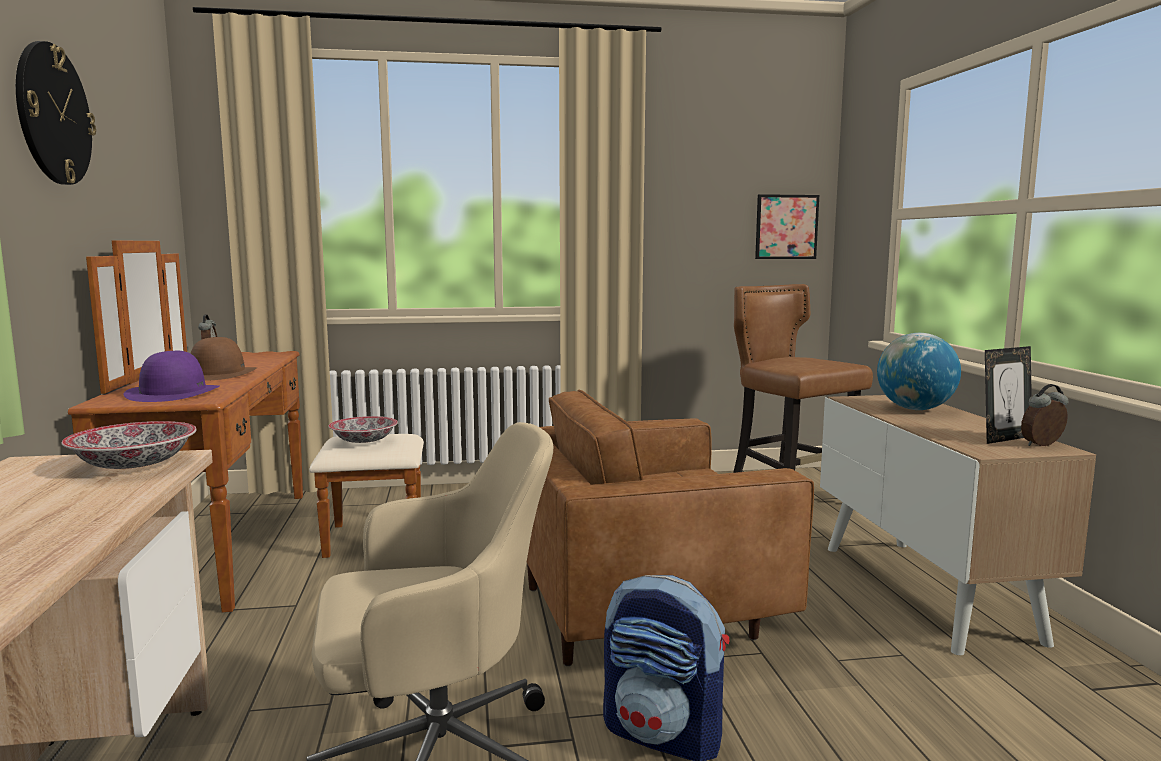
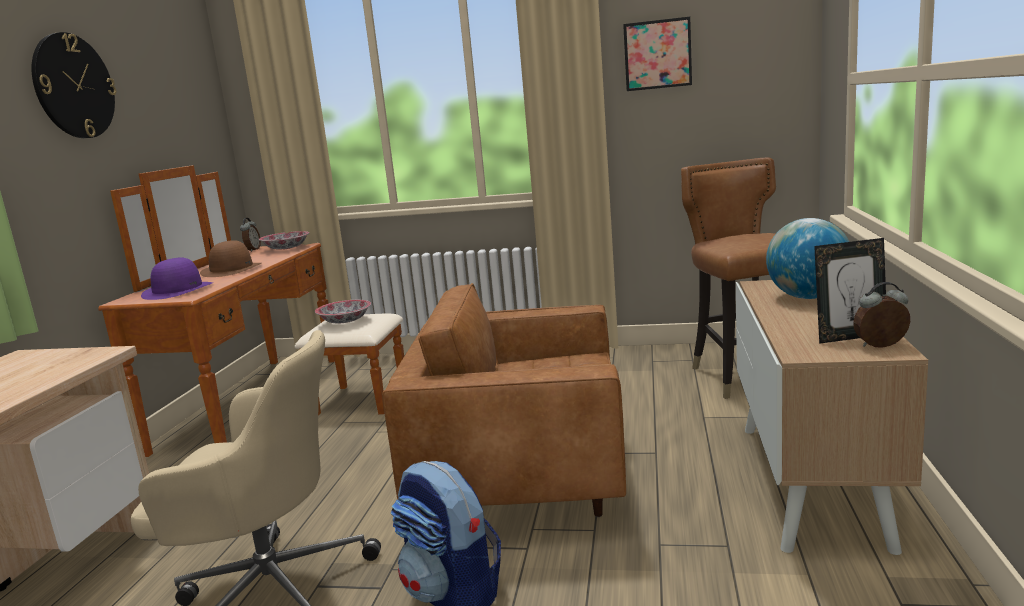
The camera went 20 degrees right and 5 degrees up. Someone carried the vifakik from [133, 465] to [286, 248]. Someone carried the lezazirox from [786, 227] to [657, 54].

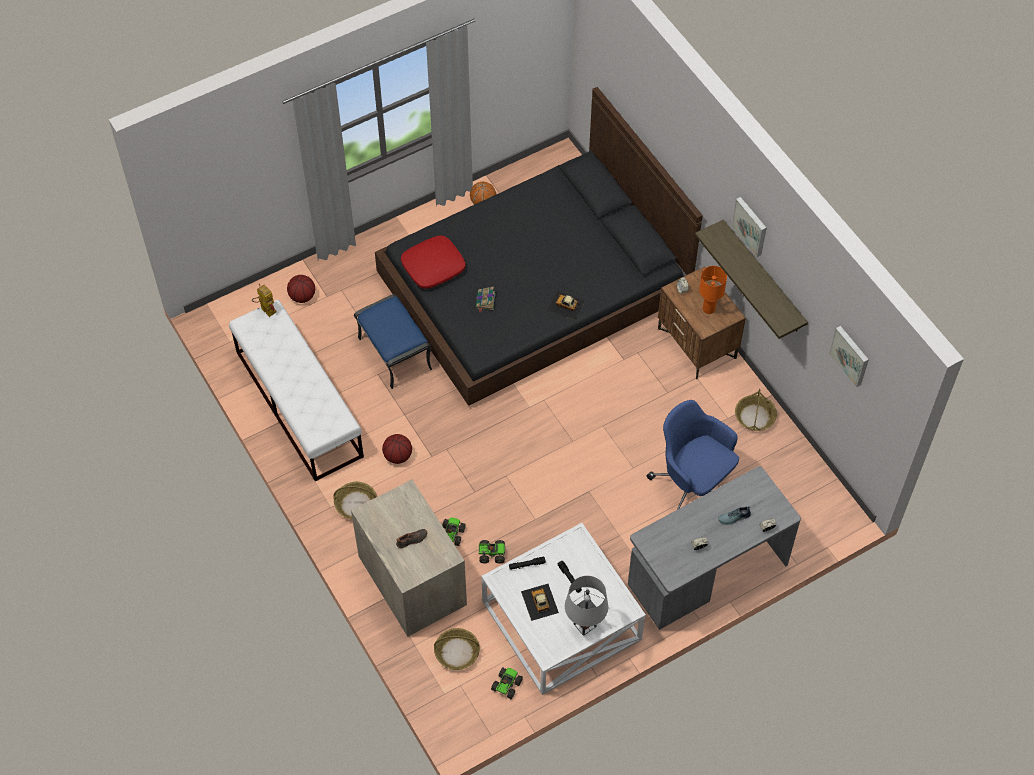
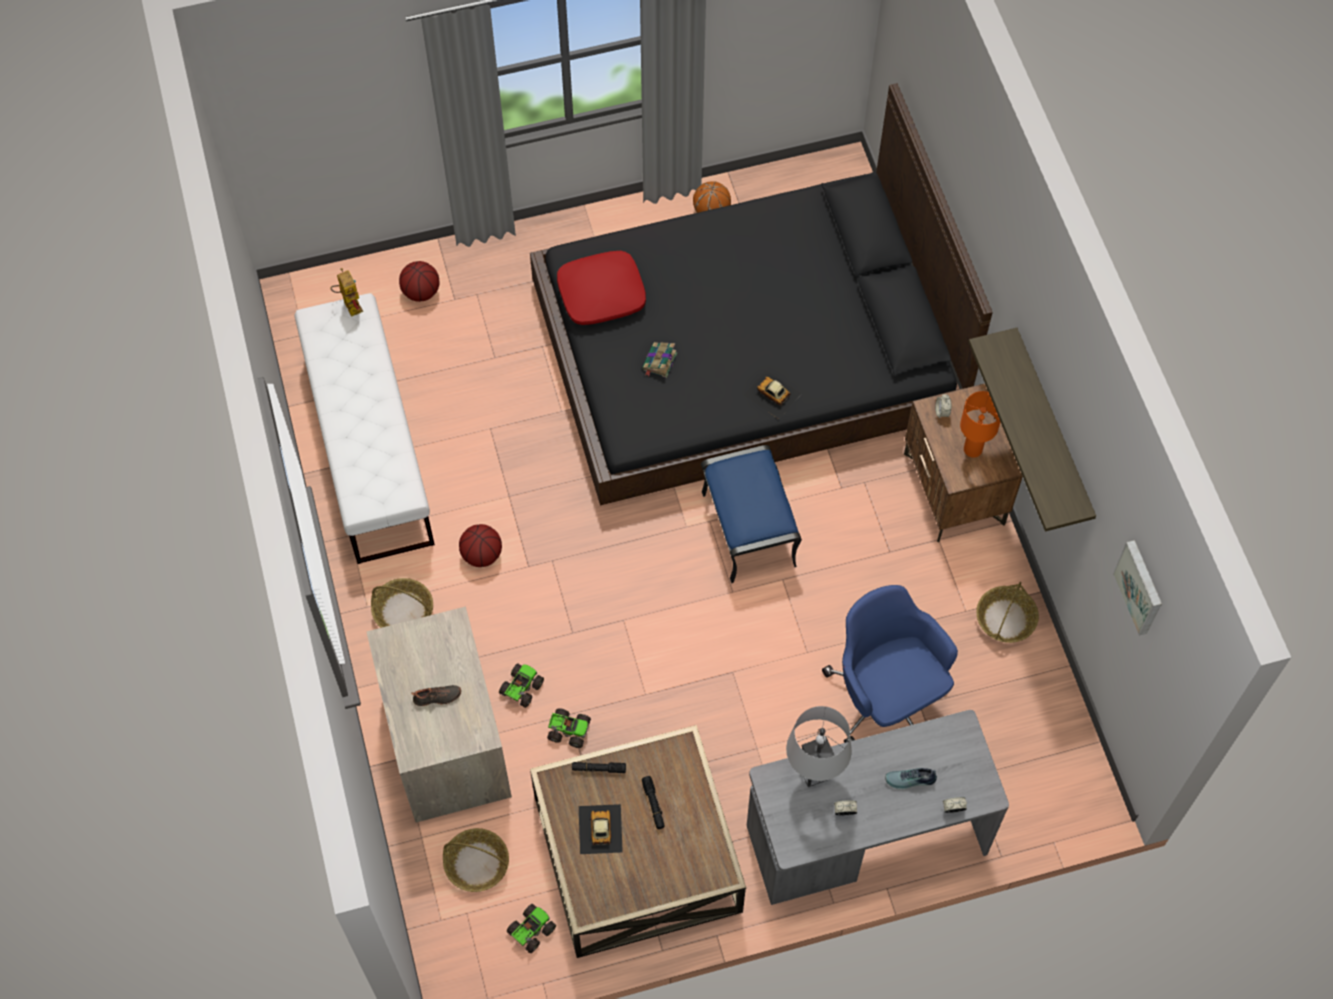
The camera went 15 degrees right and 5 degrees up. Someone took away the lezazirox at [751, 226]. Someone carried the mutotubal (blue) from [395, 353] to [750, 529]. Someone carried the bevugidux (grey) from [585, 625] to [814, 772]. Someone repainted the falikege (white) at [562, 621], which became the falikege (brown) at [637, 855].

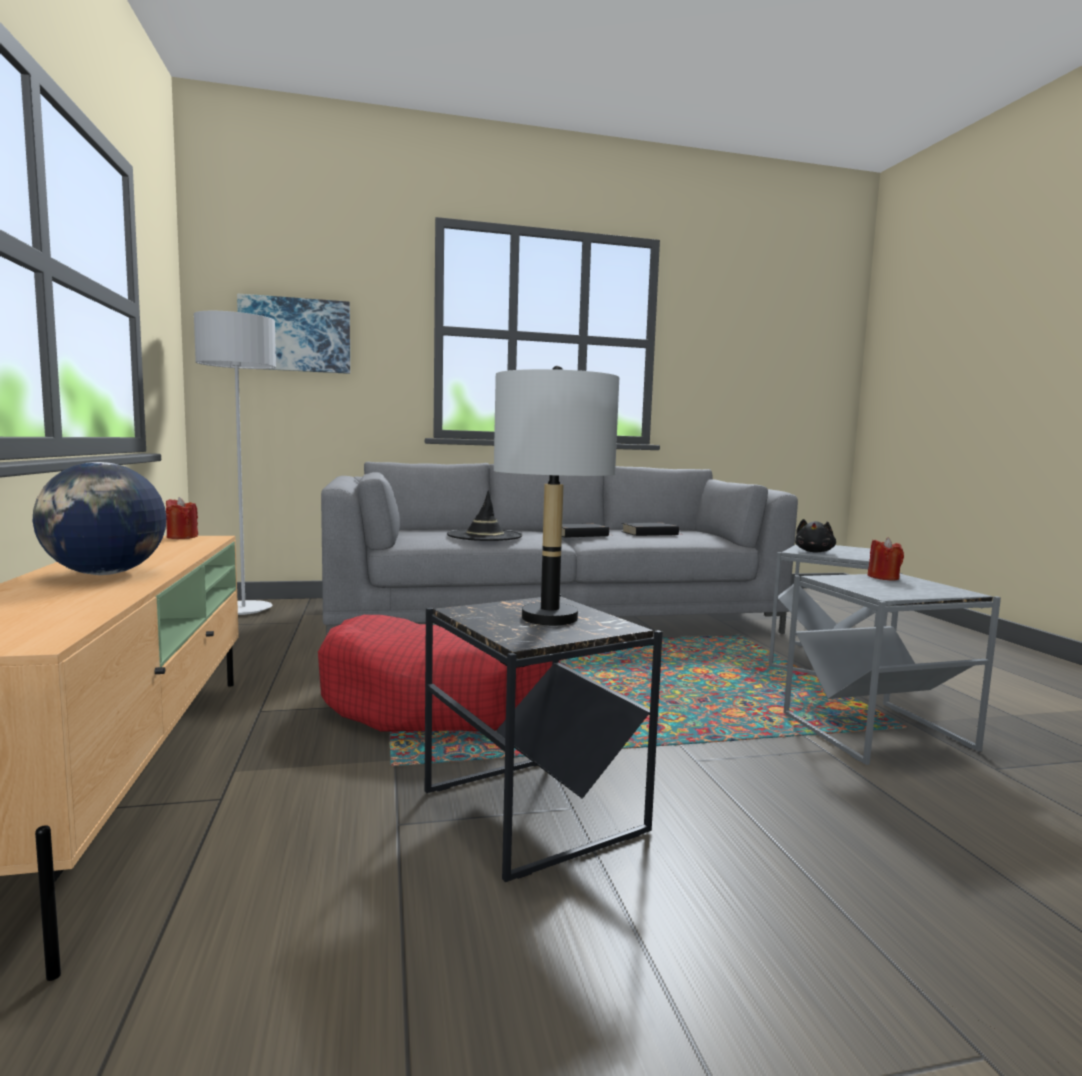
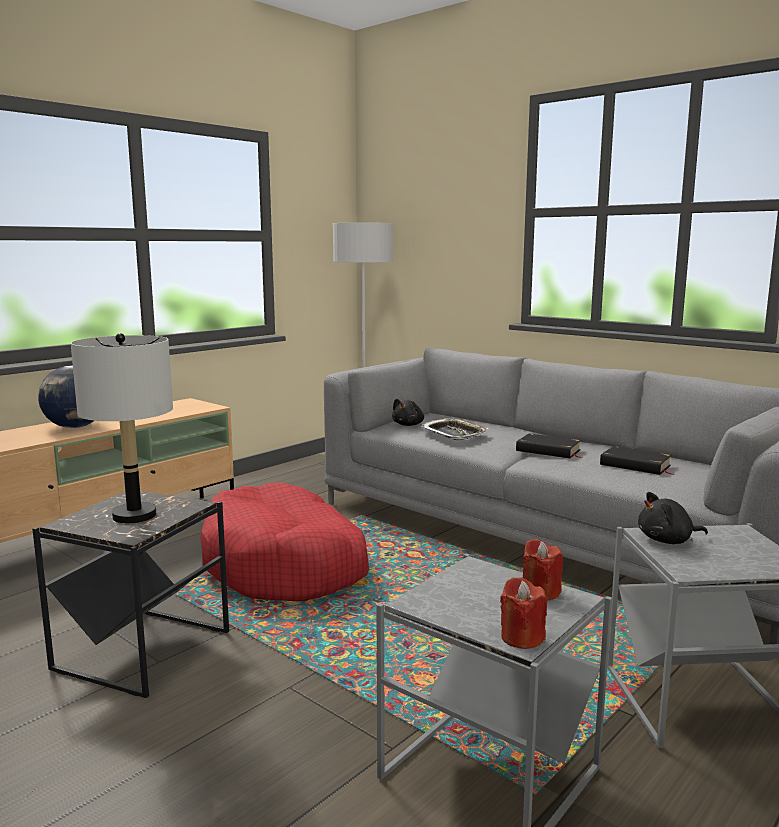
The camera went 55 degrees right and 5 degrees up. Someone took away the lezazirox at [295, 335]. Someone put down the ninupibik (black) at [409, 425]. Someone carried the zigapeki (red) from [182, 537] to [522, 638]. Someone swapped the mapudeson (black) at [484, 536] for the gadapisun at [454, 434].

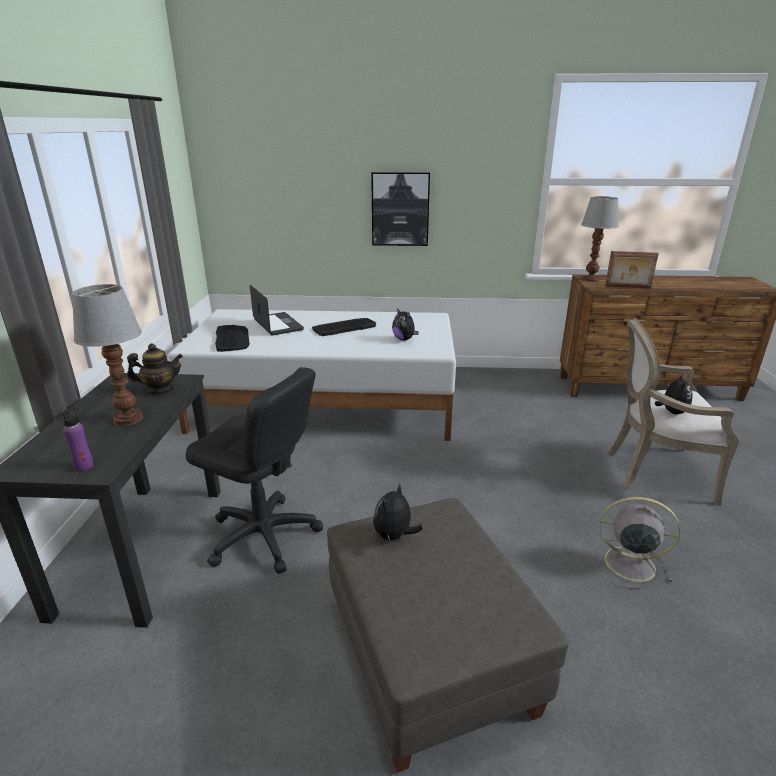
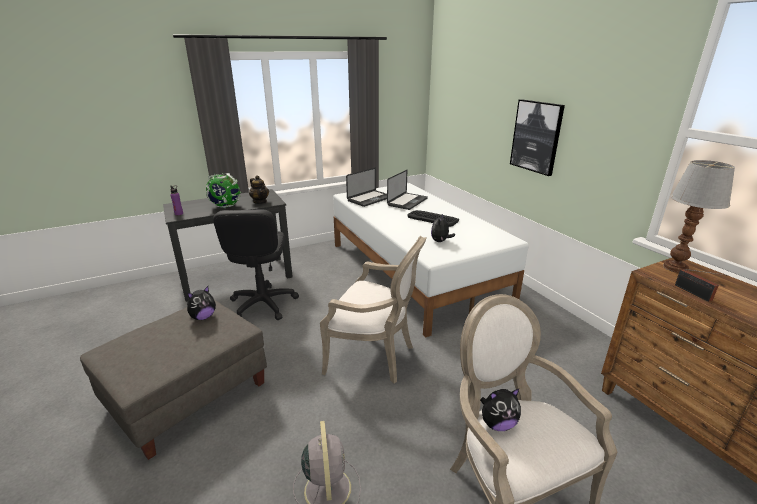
The camera went 60 degrees right and 0 degrees up. Someone put down the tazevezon at [375, 357]. Someone swapped the bevugidux at [129, 419] for the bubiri at [225, 206]. Someone swapped the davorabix at [232, 338] for the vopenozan at [370, 199]. Someone swapped the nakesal at [628, 287] for the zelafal at [694, 293]. Someone rotated the ninupibik at [394, 536] by 135 degrees clockwise.

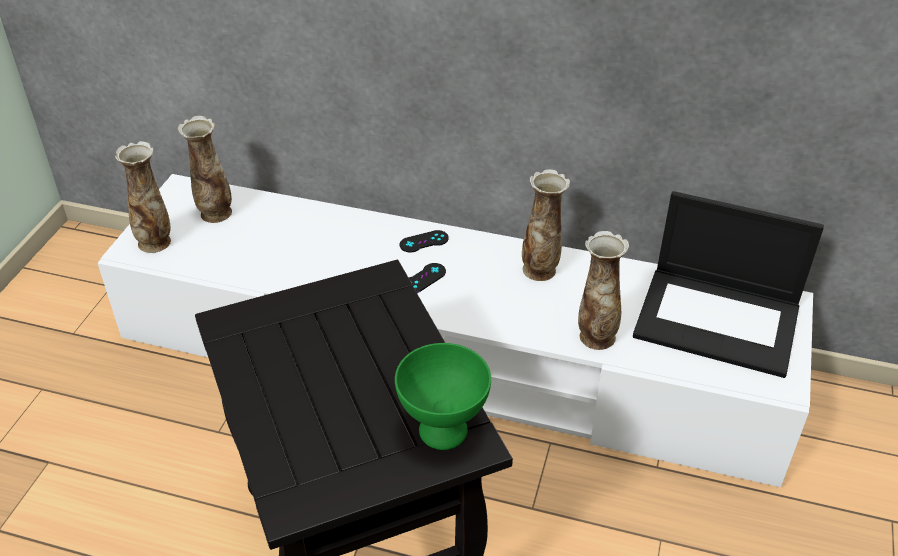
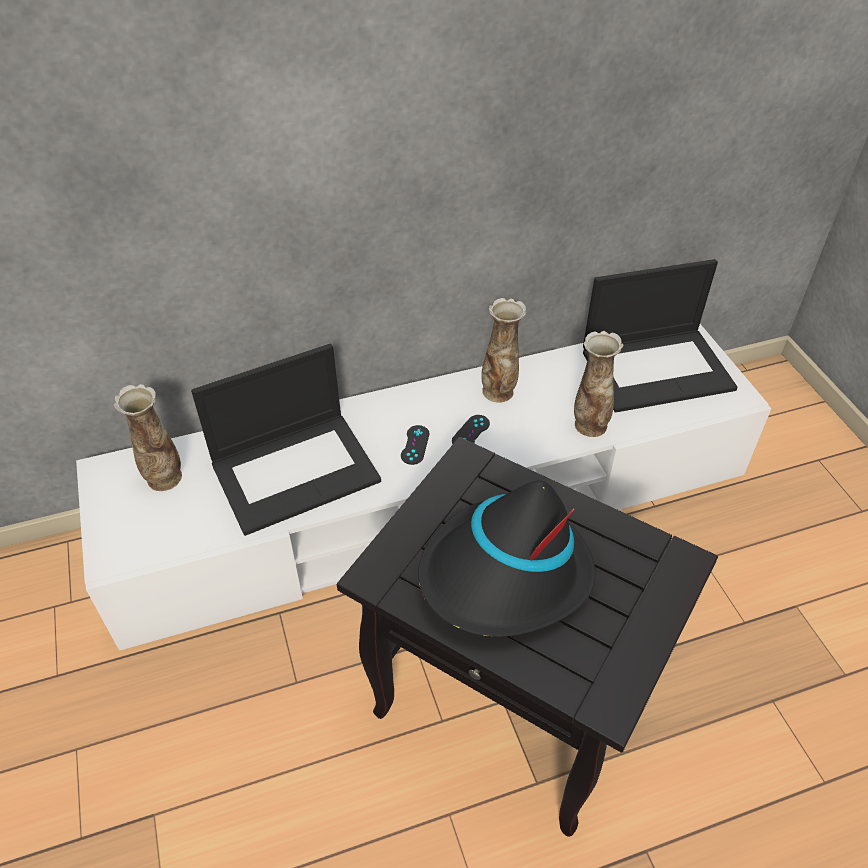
The camera went 35 degrees left and 5 degrees up. Someone took away the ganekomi at [155, 242]. Someone took away the vifakik (green) at [442, 432]. Someone put down the vopenozan at [296, 470]. Someone put down the mapudeson (black) at [505, 575]. Someone carried the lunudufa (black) from [424, 241] to [471, 432].

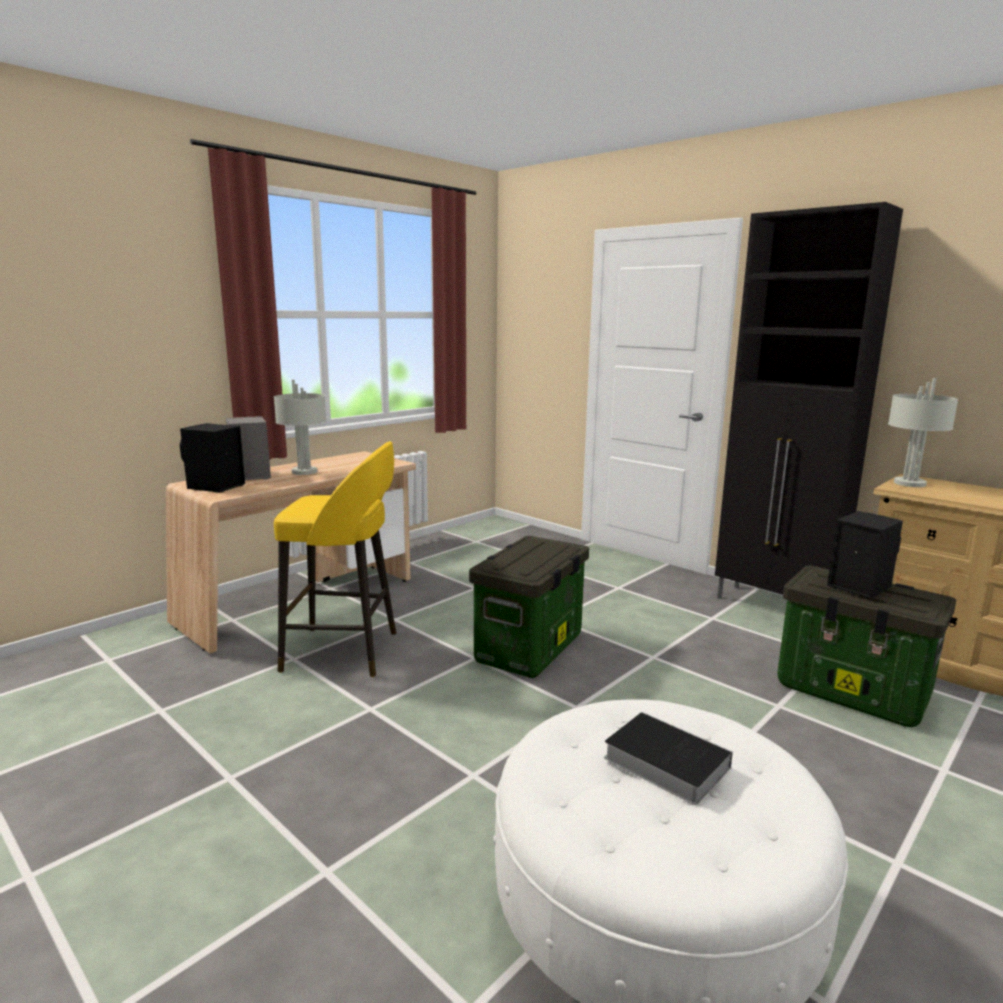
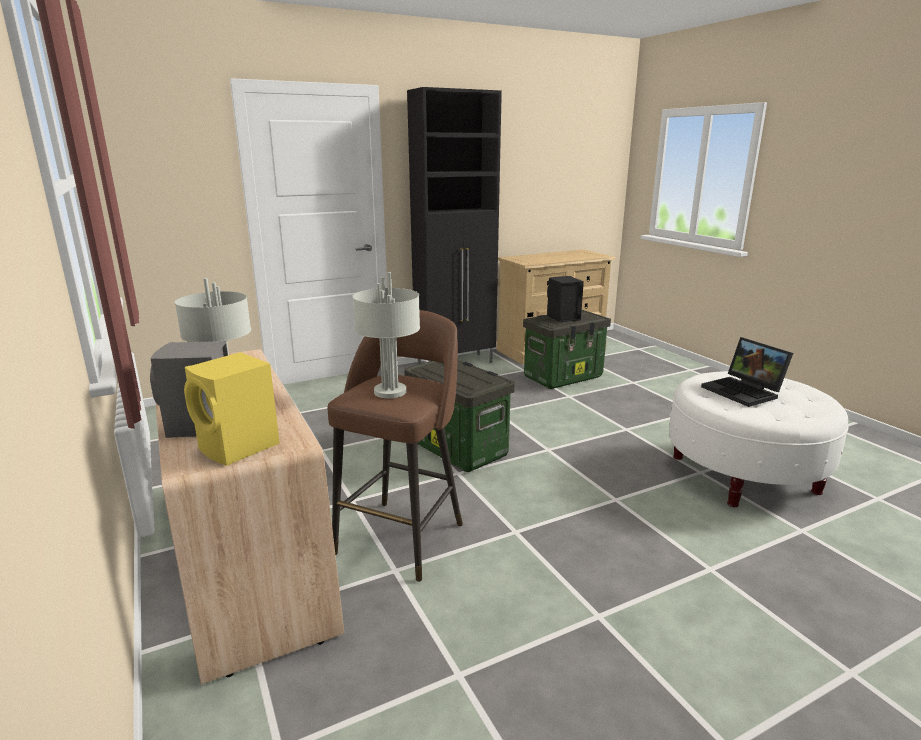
The camera went 70 degrees left and 5 degrees up. Someone carried the bevugidux (grey) from [909, 483] to [390, 392]. Someone swapped the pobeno at [662, 761] for the vopenozan at [744, 392]. Someone repainted the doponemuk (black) at [214, 487], which became the doponemuk (yellow) at [239, 448]. Someone repainted the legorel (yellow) at [344, 652], which became the legorel (brown) at [402, 536].

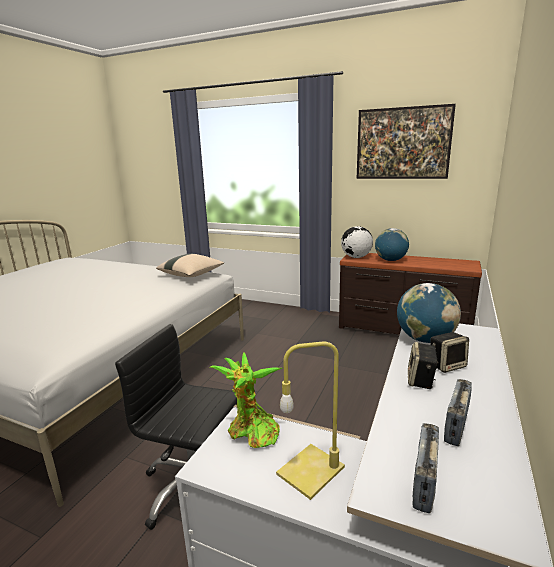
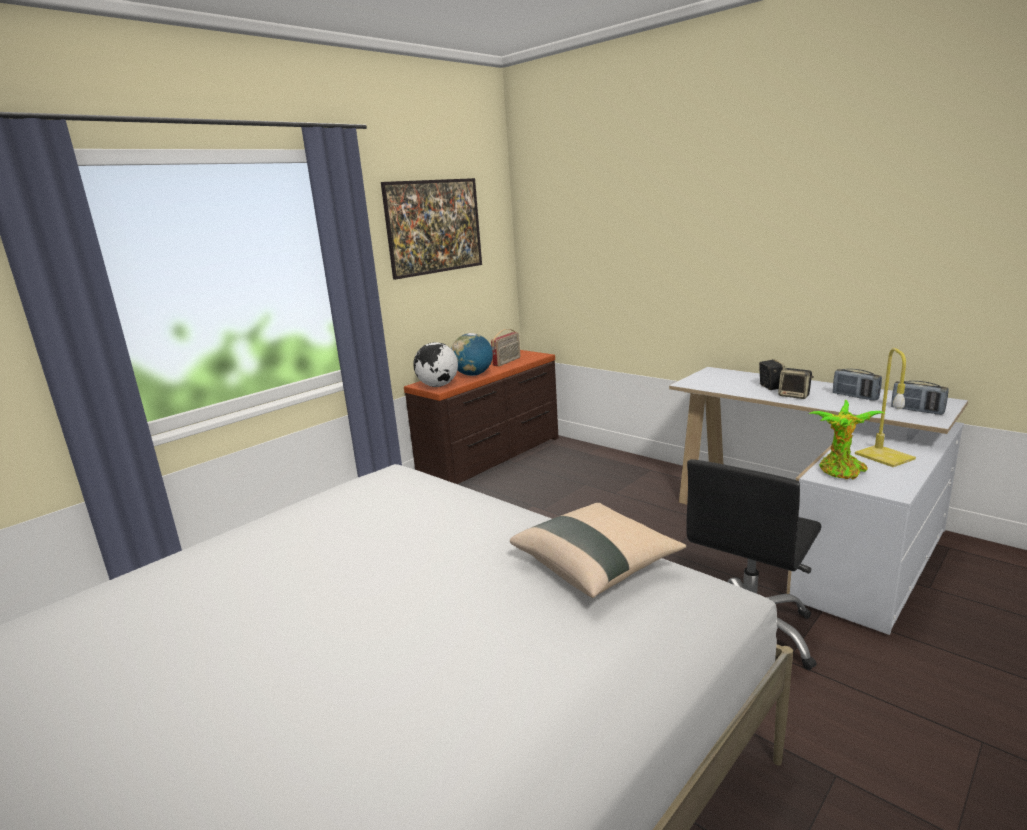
The camera went 70 degrees left and 0 degrees up. Someone took away the bubiri at [425, 339]. Someone put down the zelafal at [507, 362]. Someone carried the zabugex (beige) from [191, 275] to [596, 566].

